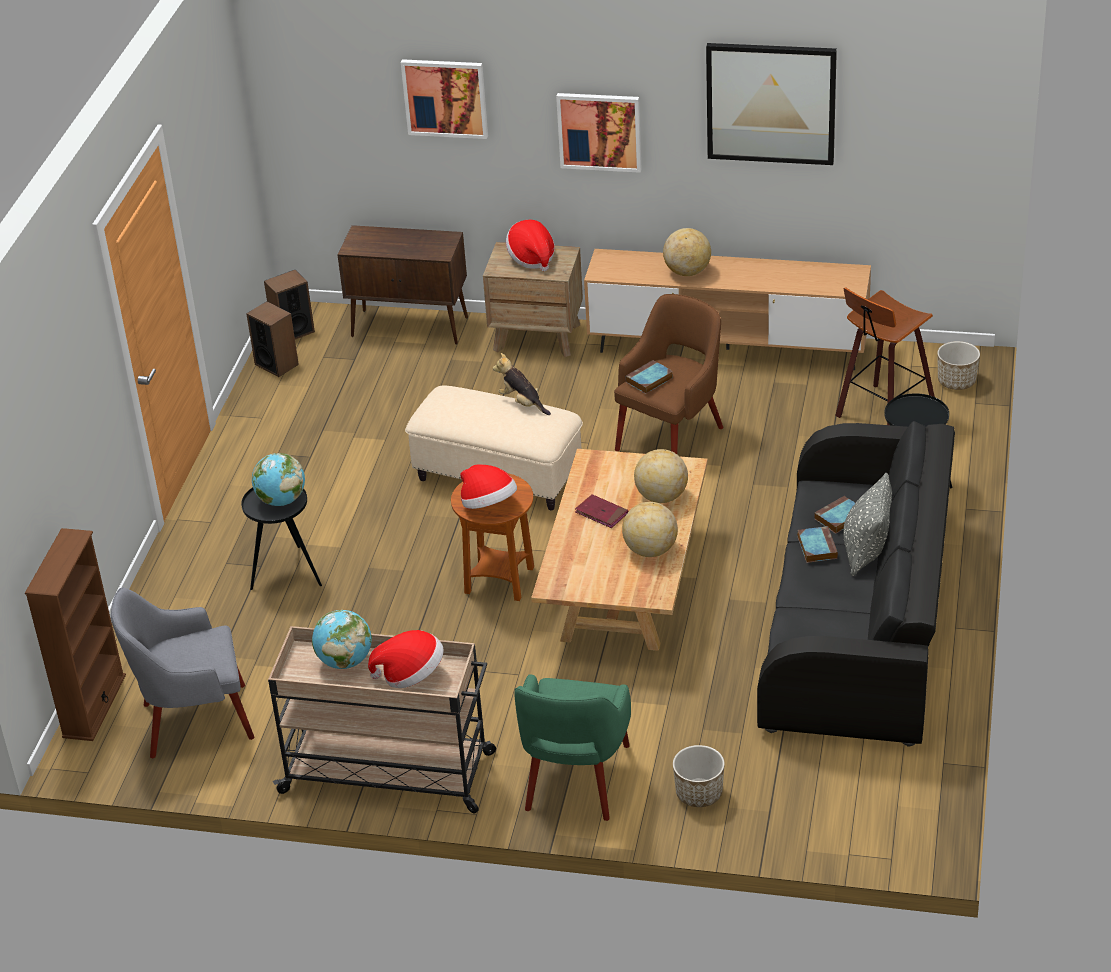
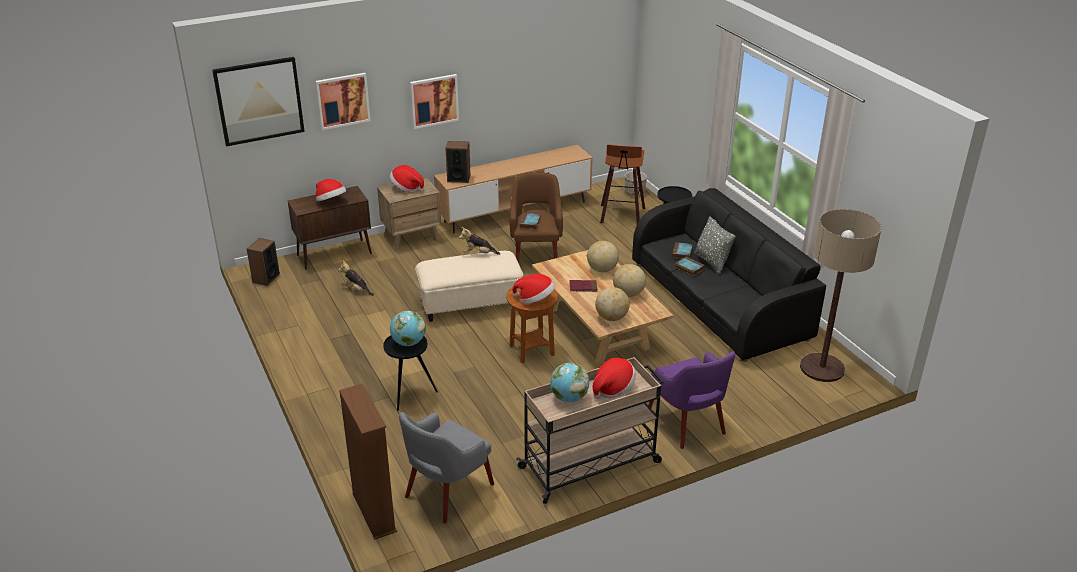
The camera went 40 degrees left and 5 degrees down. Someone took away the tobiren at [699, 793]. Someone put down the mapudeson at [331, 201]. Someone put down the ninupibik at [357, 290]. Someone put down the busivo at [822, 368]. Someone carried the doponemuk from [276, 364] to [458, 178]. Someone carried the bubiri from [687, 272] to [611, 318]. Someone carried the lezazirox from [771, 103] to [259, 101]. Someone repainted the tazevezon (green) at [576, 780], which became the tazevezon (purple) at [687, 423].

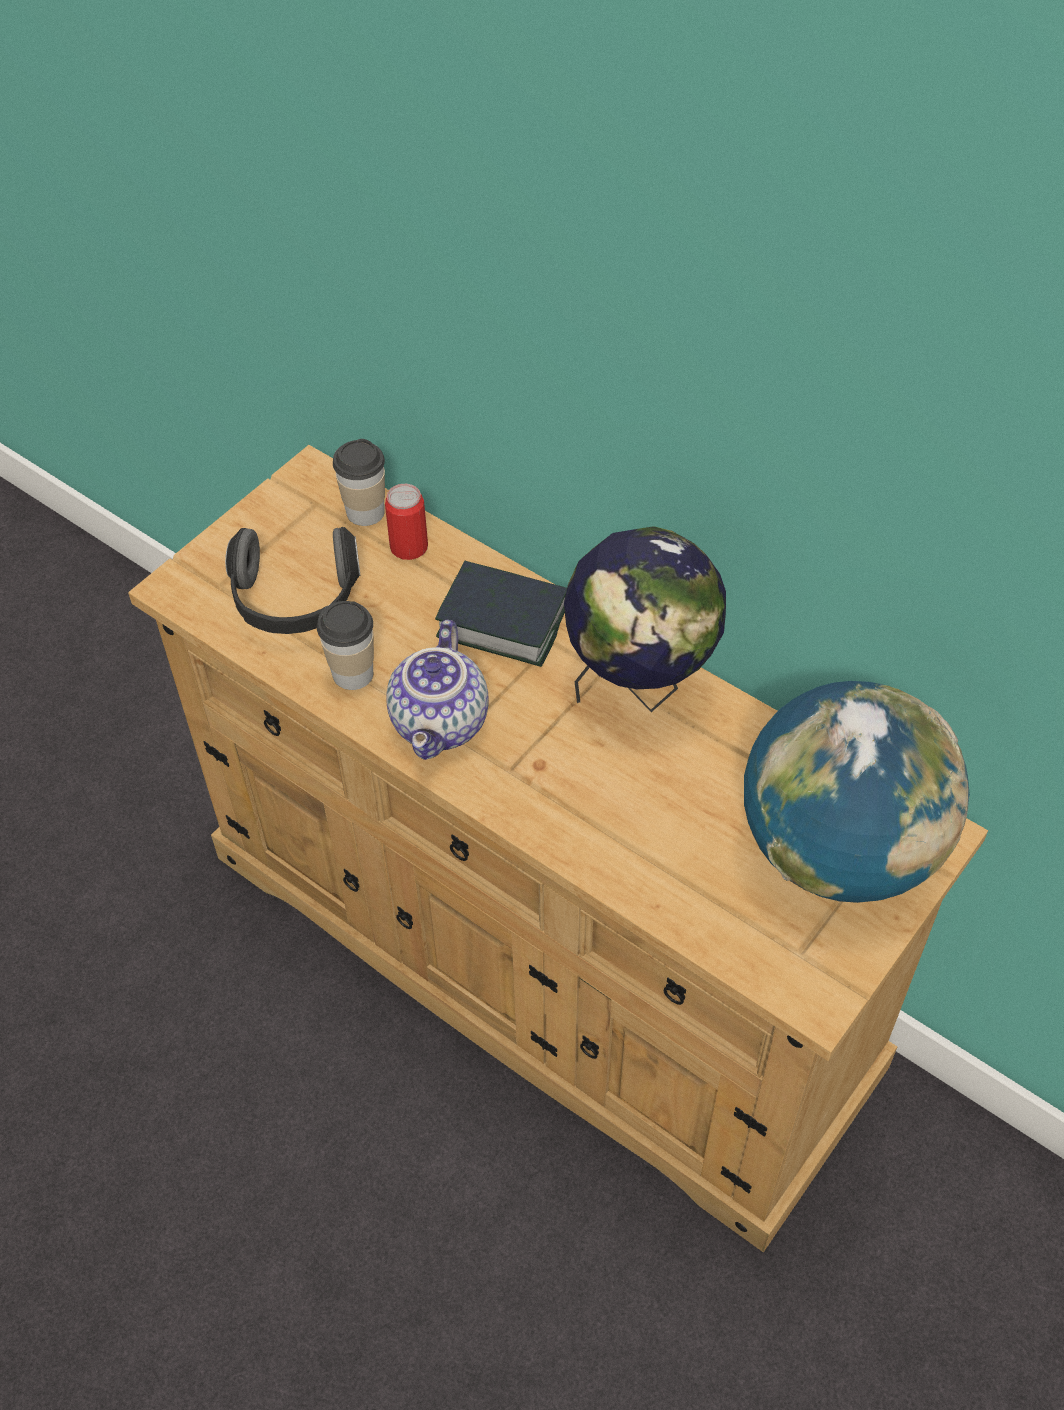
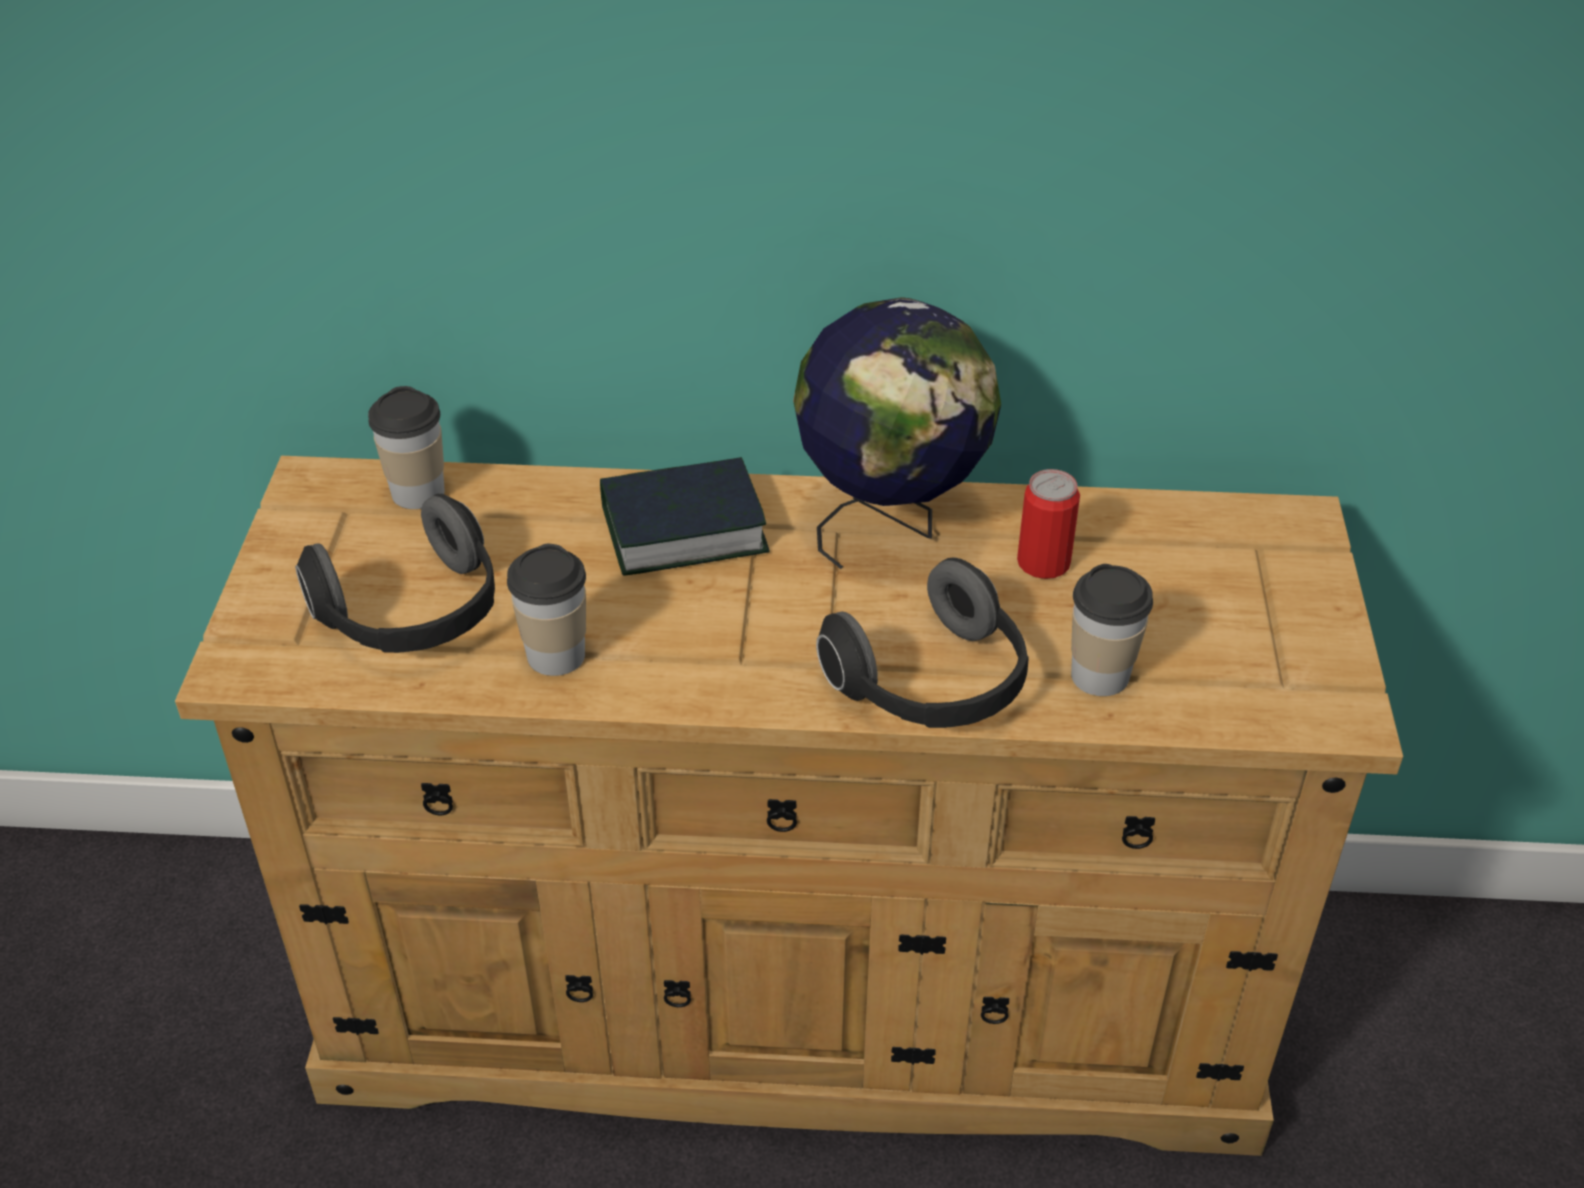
The camera went 35 degrees left and 10 degrees down. Someone took away the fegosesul at [442, 724]. Someone took away the bubiri at [838, 851]. Someone put down the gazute at [933, 685]. Someone put down the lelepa at [1100, 675]. Someone carried the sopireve from [409, 547] to [1043, 563].

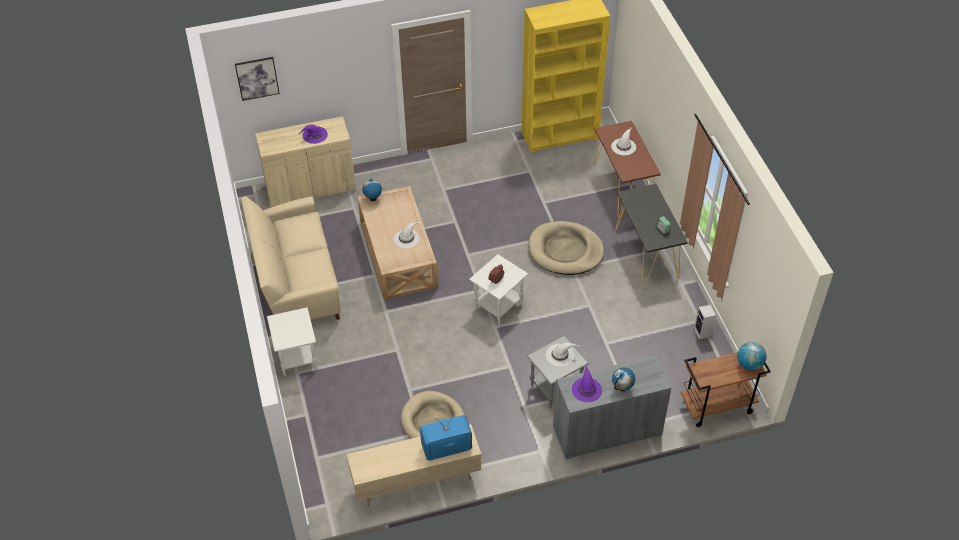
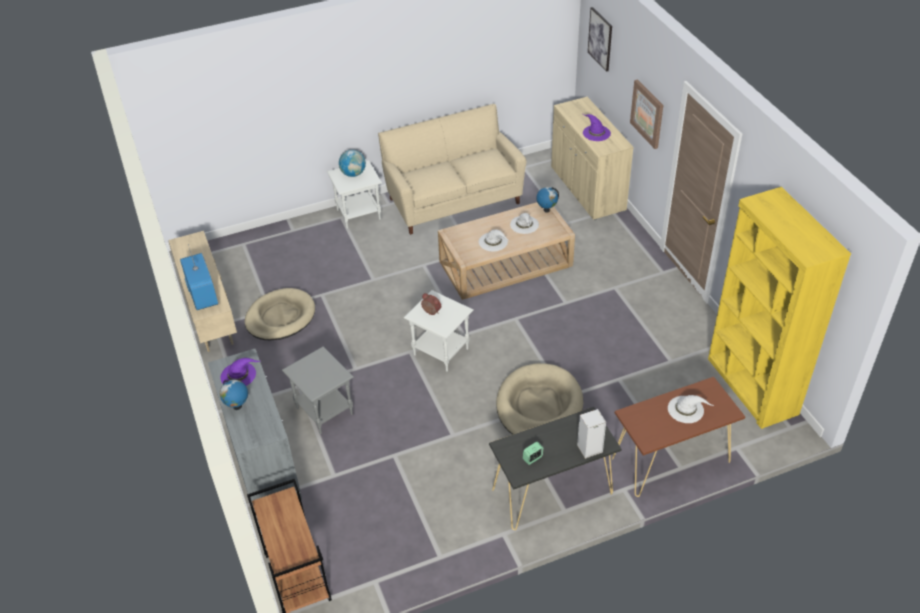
The camera went 85 degrees right and 5 degrees down. Someone put up the lezazirox at [647, 113]. Someone carried the mapudeson (white) from [560, 355] to [524, 225]. Someone carried the doponemuk from [703, 333] to [589, 449]. Someone carried the bubiri from [749, 364] to [353, 174].

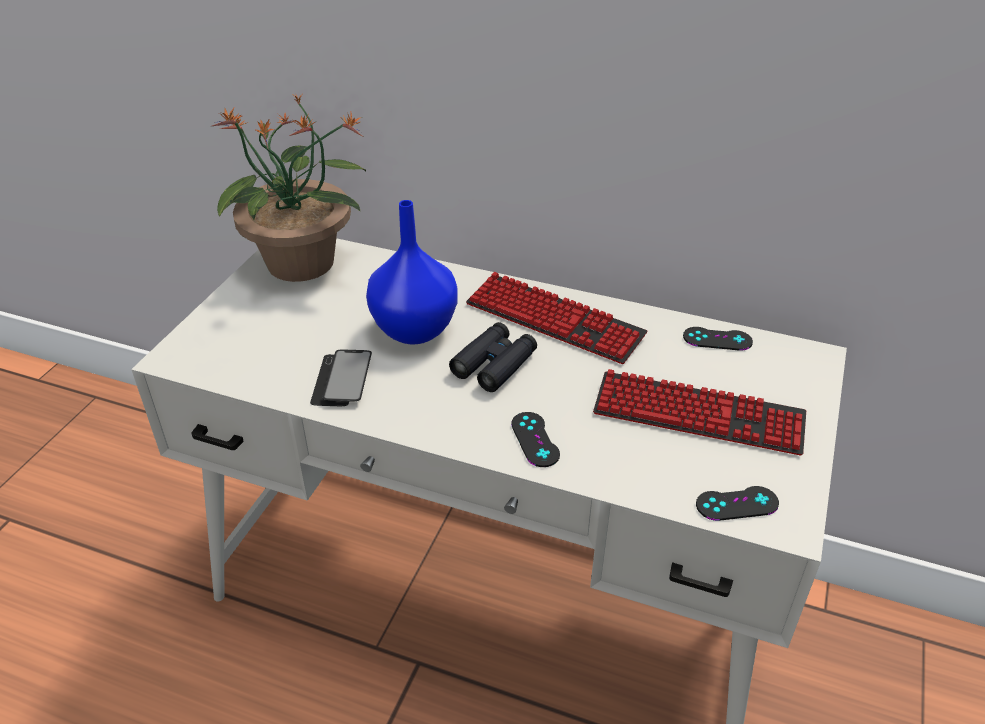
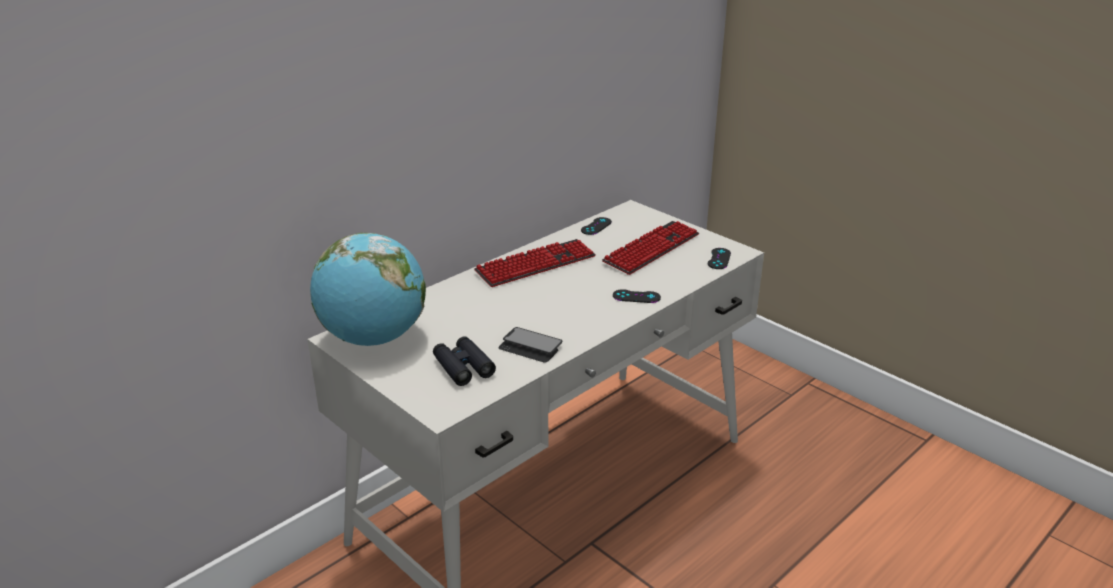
The camera went 65 degrees left and 10 degrees down. Someone took away the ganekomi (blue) at [412, 330]. Someone carried the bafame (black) from [494, 364] to [463, 367]. Someone swapped the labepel at [302, 264] for the bubiri at [374, 338].

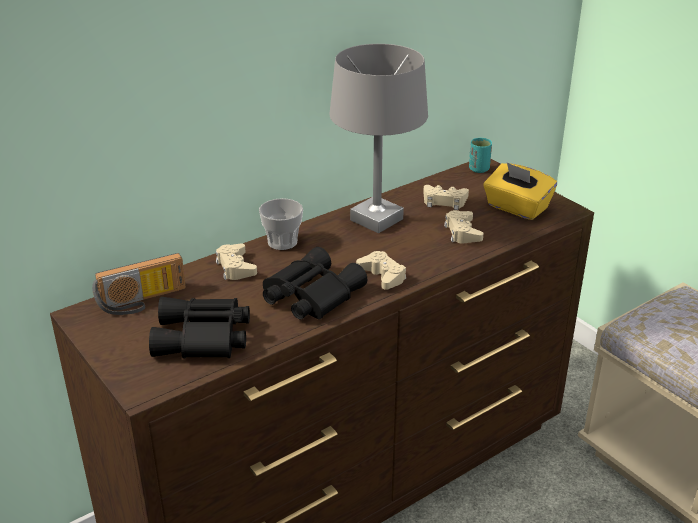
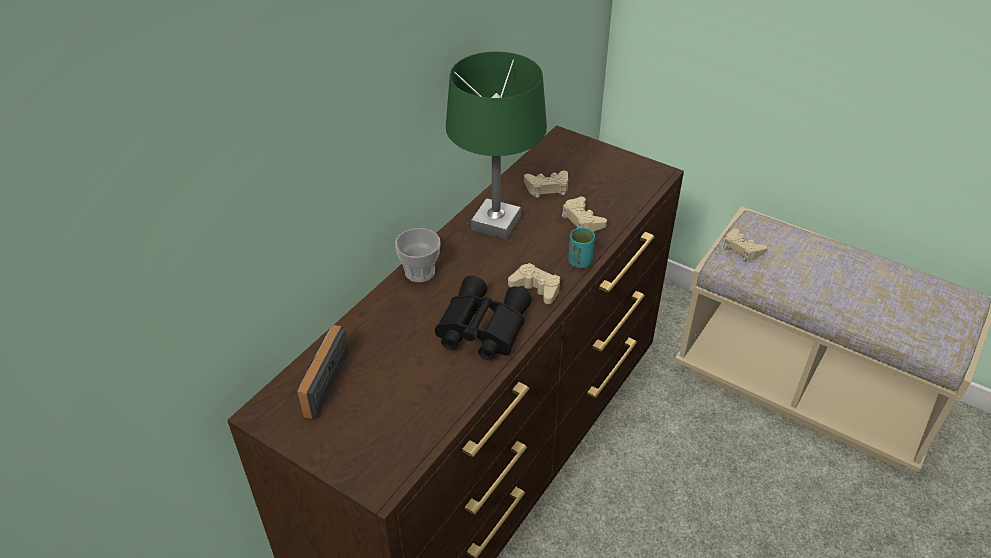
The camera went 20 degrees left and 10 degrees up. Someone took away the bafame (black) at [204, 338]. Someone took away the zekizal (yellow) at [516, 208]. Someone carried the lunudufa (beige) from [235, 267] to [742, 249]. Someone carried the lelepa (turquoise) from [479, 169] to [580, 262]. Someone repainted the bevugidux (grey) at [376, 220], which became the bevugidux (green) at [496, 224]. Someone rotated the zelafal at [143, 302] by 150 degrees clockwise.

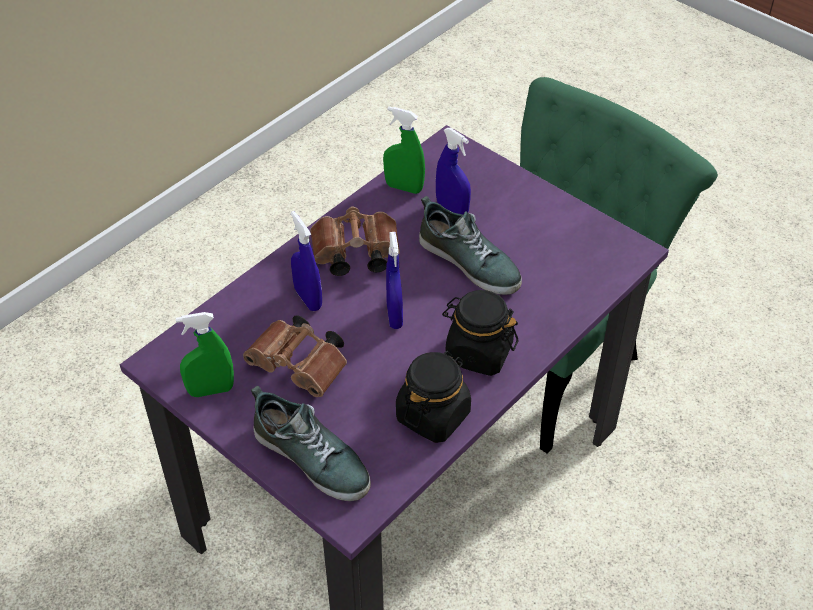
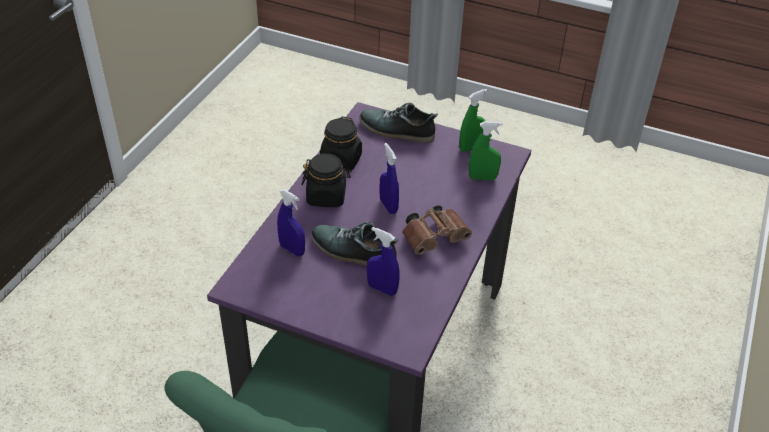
The camera went 160 degrees right and 5 degrees down. Someone took away the bafame (brown) at [301, 367]. Someone carried the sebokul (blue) from [308, 299] to [292, 249]. Someone carried the sebokul (green) from [404, 187] to [482, 178].

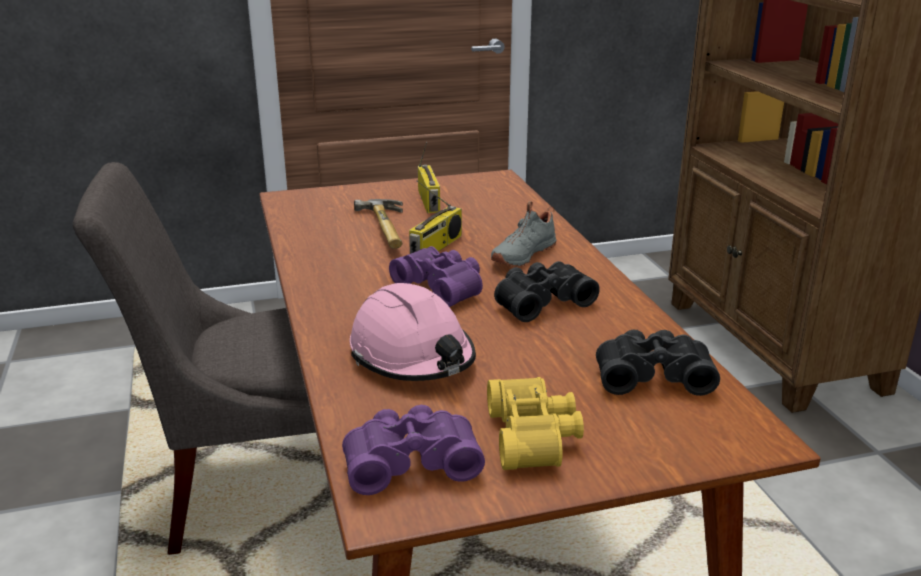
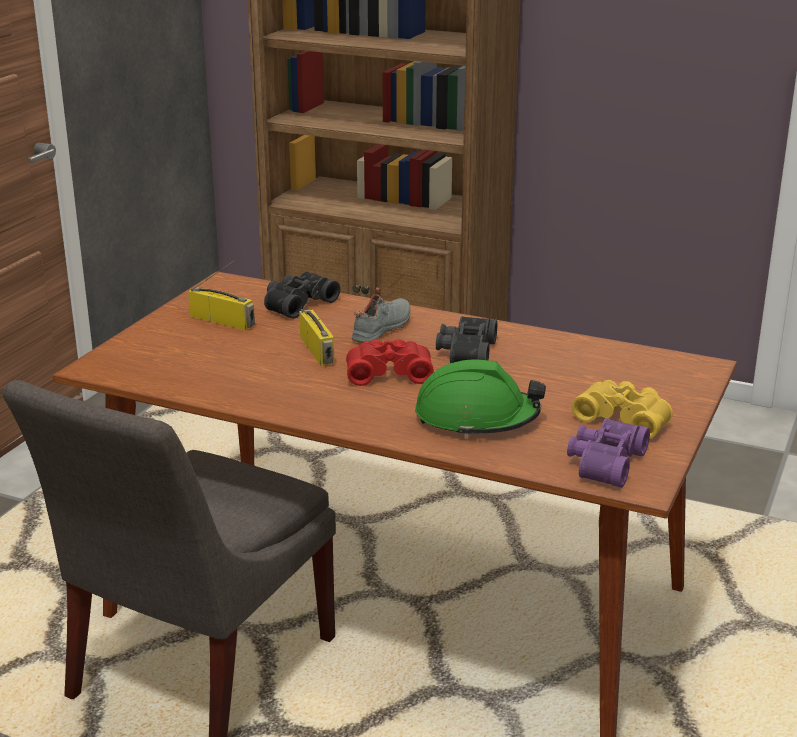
The camera went 50 degrees left and 0 degrees up. Someone took away the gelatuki at [391, 229]. Someone carried the bafame (black) from [652, 375] to [297, 304]. Someone repainted the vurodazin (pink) at [412, 356], which became the vurodazin (green) at [476, 418]. Someone repainted the bafame (purple) at [442, 287], which became the bafame (red) at [388, 372]. Someone rotated the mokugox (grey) at [522, 254] by 135 degrees counterclockwise.

